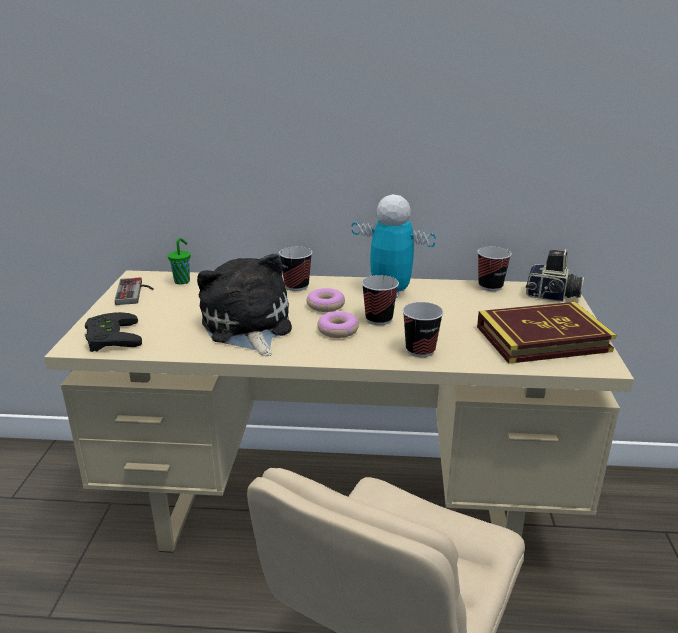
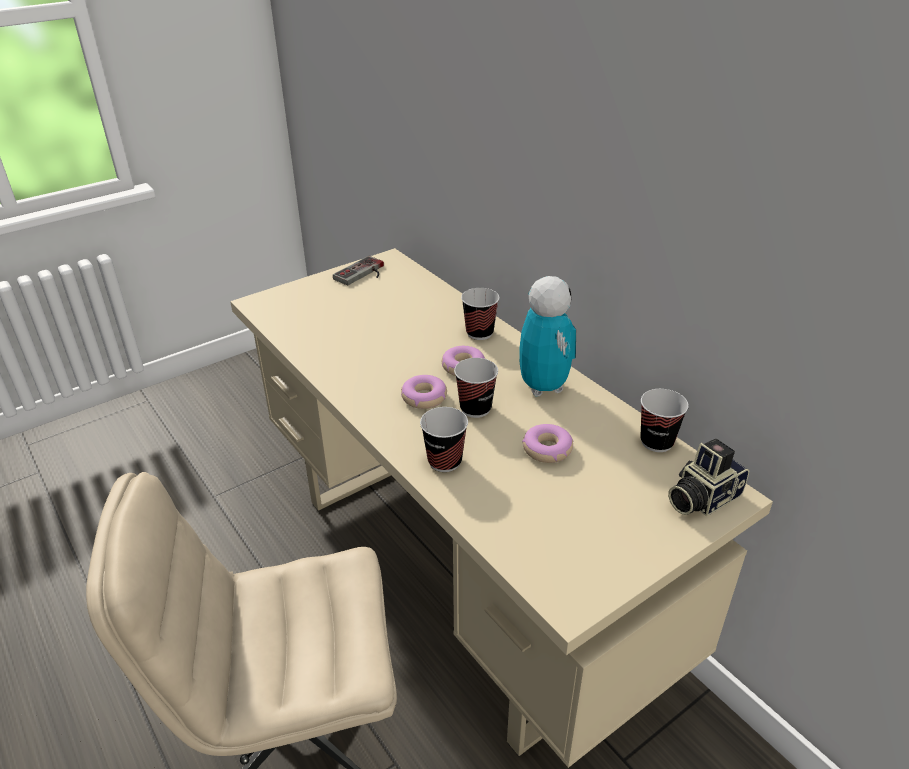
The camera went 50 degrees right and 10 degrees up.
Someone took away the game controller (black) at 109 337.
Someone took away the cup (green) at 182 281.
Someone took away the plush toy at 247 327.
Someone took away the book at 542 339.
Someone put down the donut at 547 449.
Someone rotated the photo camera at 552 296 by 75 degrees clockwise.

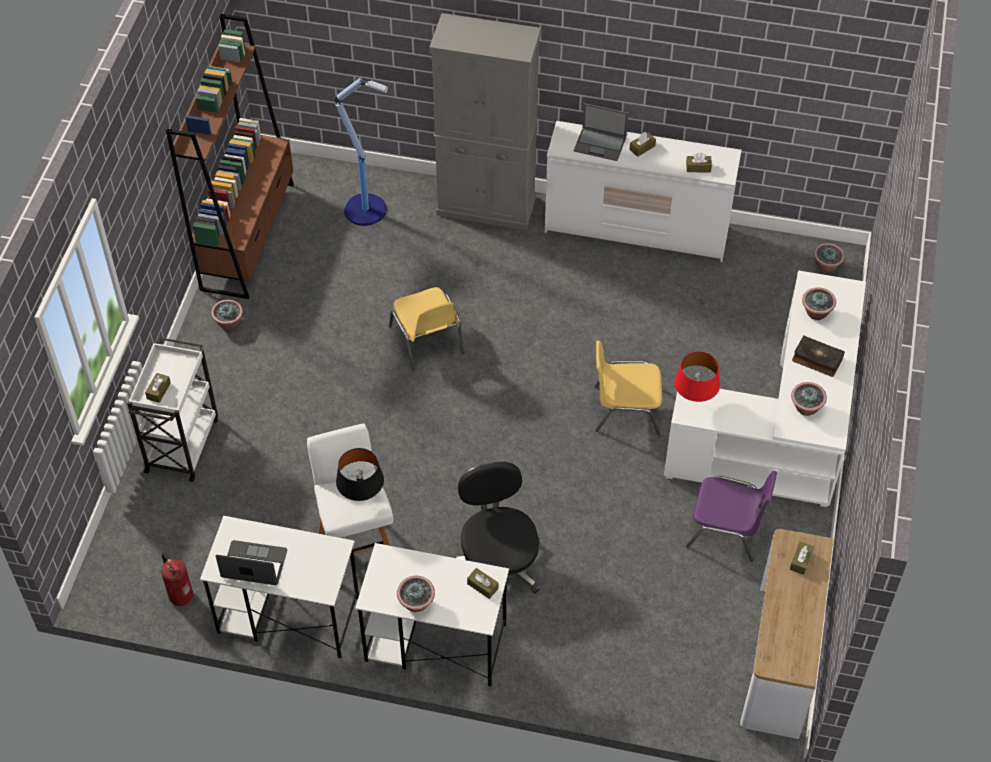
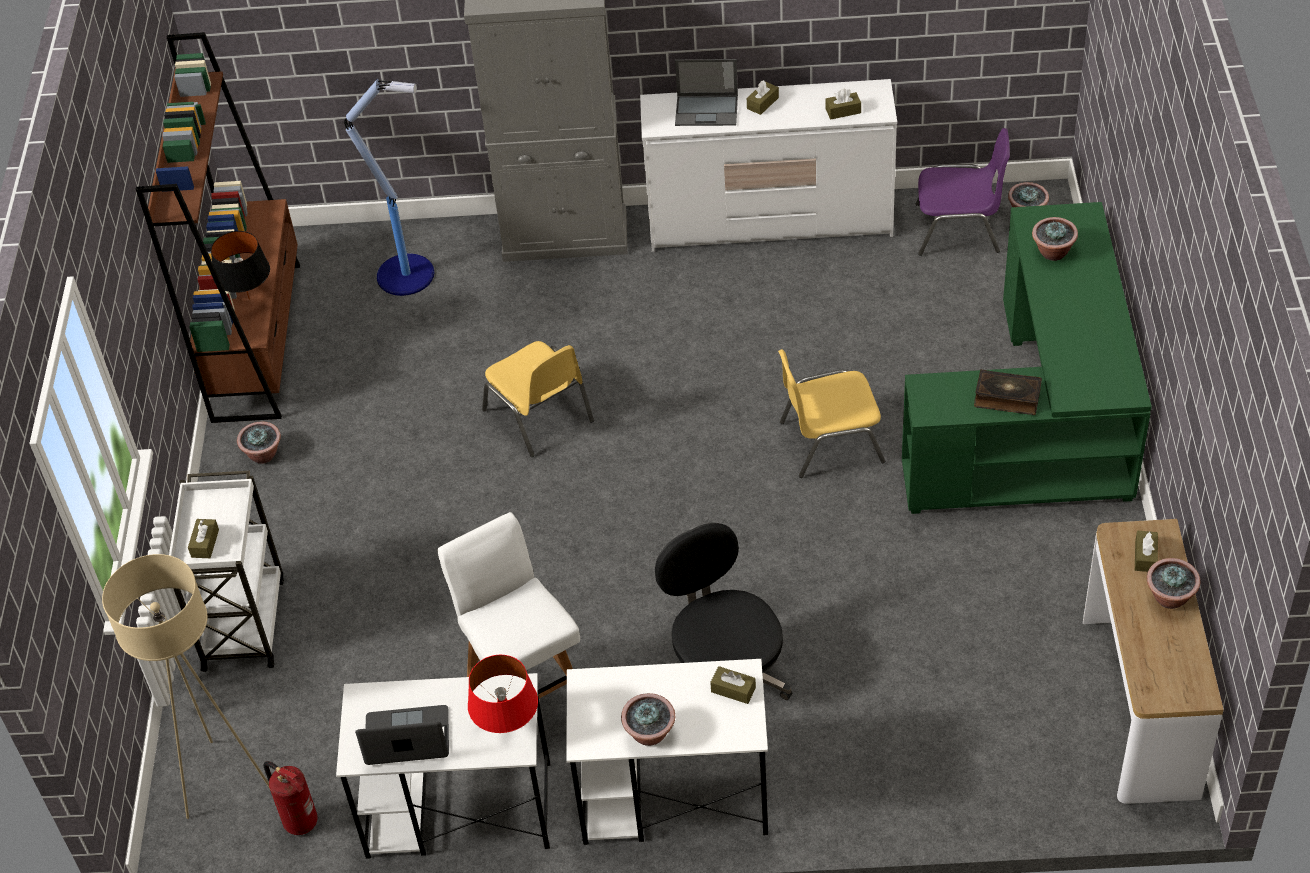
The camera went 10 degrees left and 5 degrees down.
Someone put down the floor lamp (beige) at 223 781.
Someone carried the table lamp (black) from 361 497 to 249 299.
Someone carried the table lamp (red) from 694 400 to 508 729.
Someone carried the chair (purple) from 727 530 to 959 229.
Someone carried the potted plant from 805 408 to 1169 598.
Someone carried the book from 817 360 to 1007 398.
Someone repainted the desk (white) at 781 431, which became the desk (green) at 1041 422.

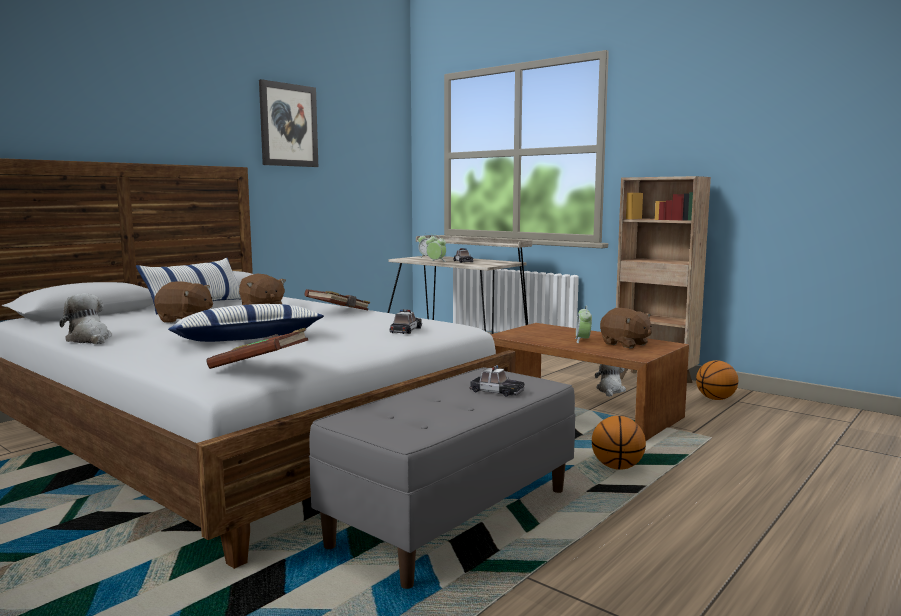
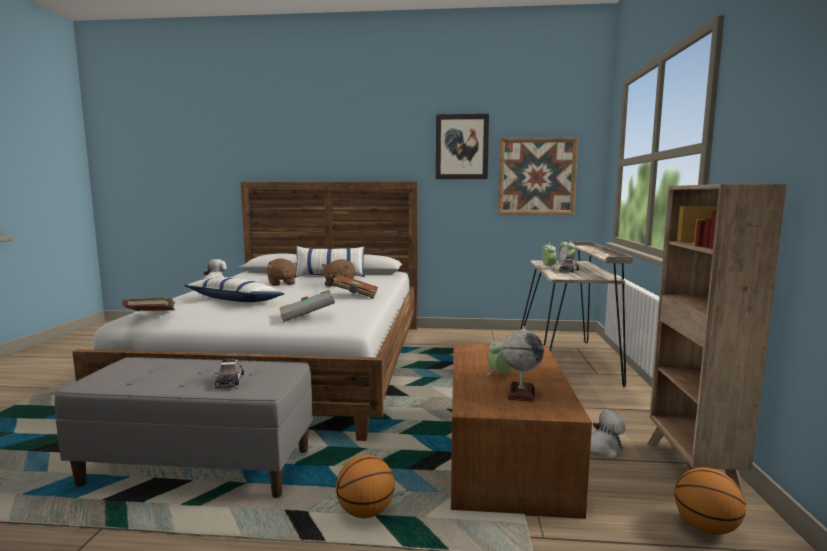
The camera went 55 degrees right and 0 degrees up.
Someone put up the picture at 537 176.
Someone swapped the toy car at 406 330 for the book (grey) at 307 317.
Someone swapped the plush toy (brown) at 625 344 for the globe at 521 393.

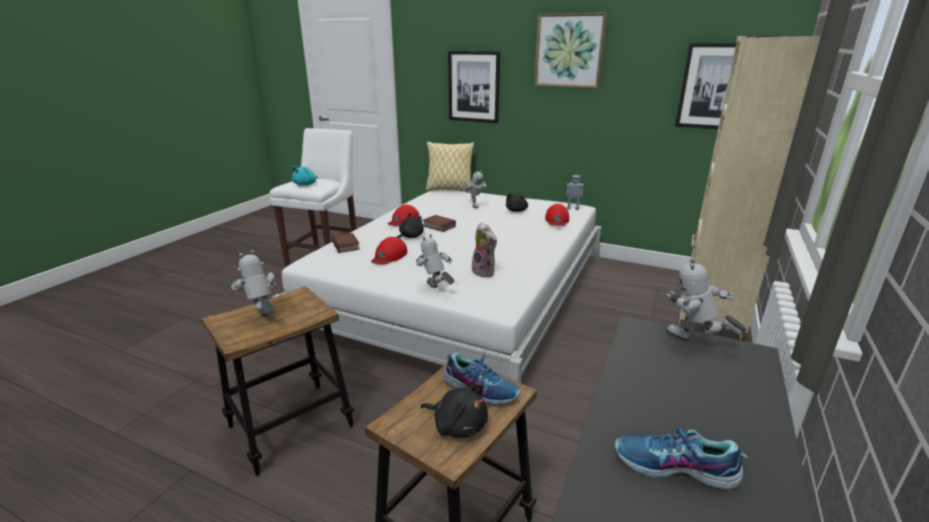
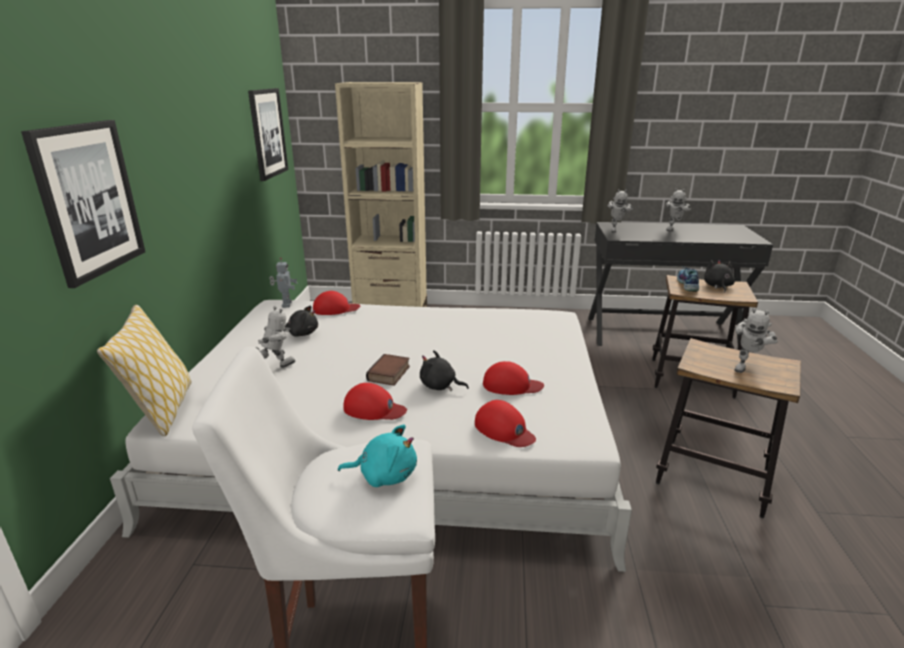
The camera went 110 degrees left and 0 degrees up.
Someone took away the plush toy at 485 272.
Someone took away the picture at 569 51.
Someone took away the shoe at 674 468.
Someone carried the toy robot from 435 290 to 673 230.
Someone swapped the book at 347 246 for the cap (red) at 504 429.

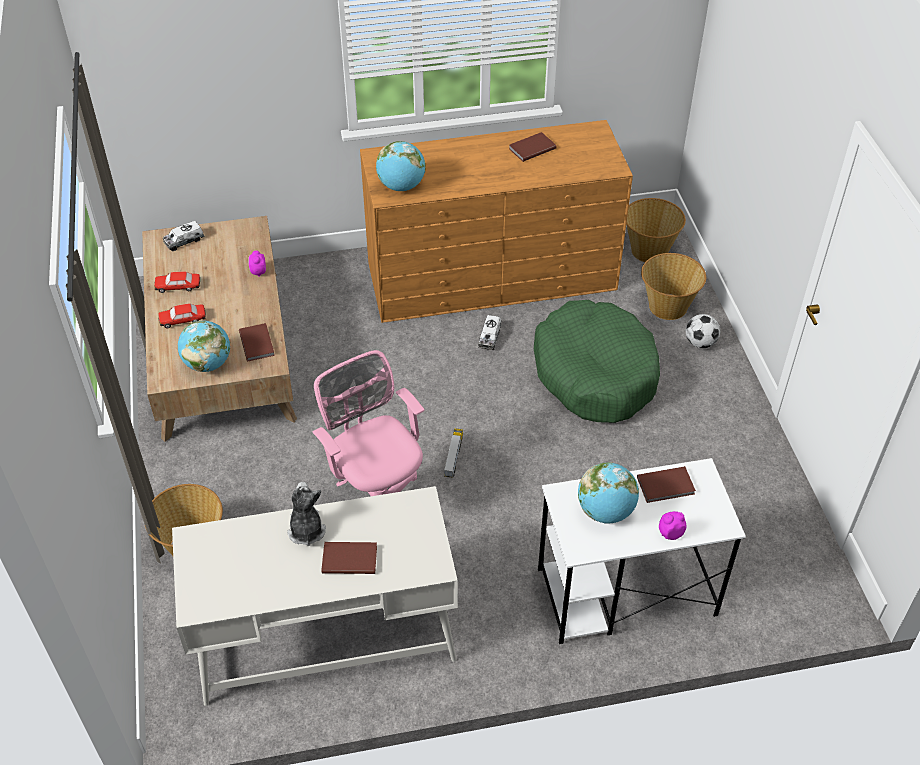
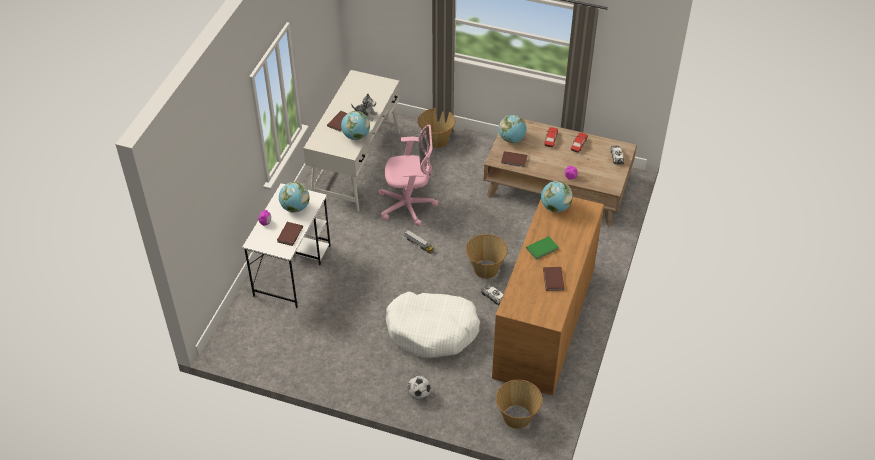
The camera went 120 degrees right and 0 degrees up.
Someone put down the globe at 356 136.
Someone put down the book (green) at 543 249.
Someone carried the basket from 667 307 to 485 268.
Someone repainted the dog bed (green) at 595 373, which became the dog bed (white) at 432 330.

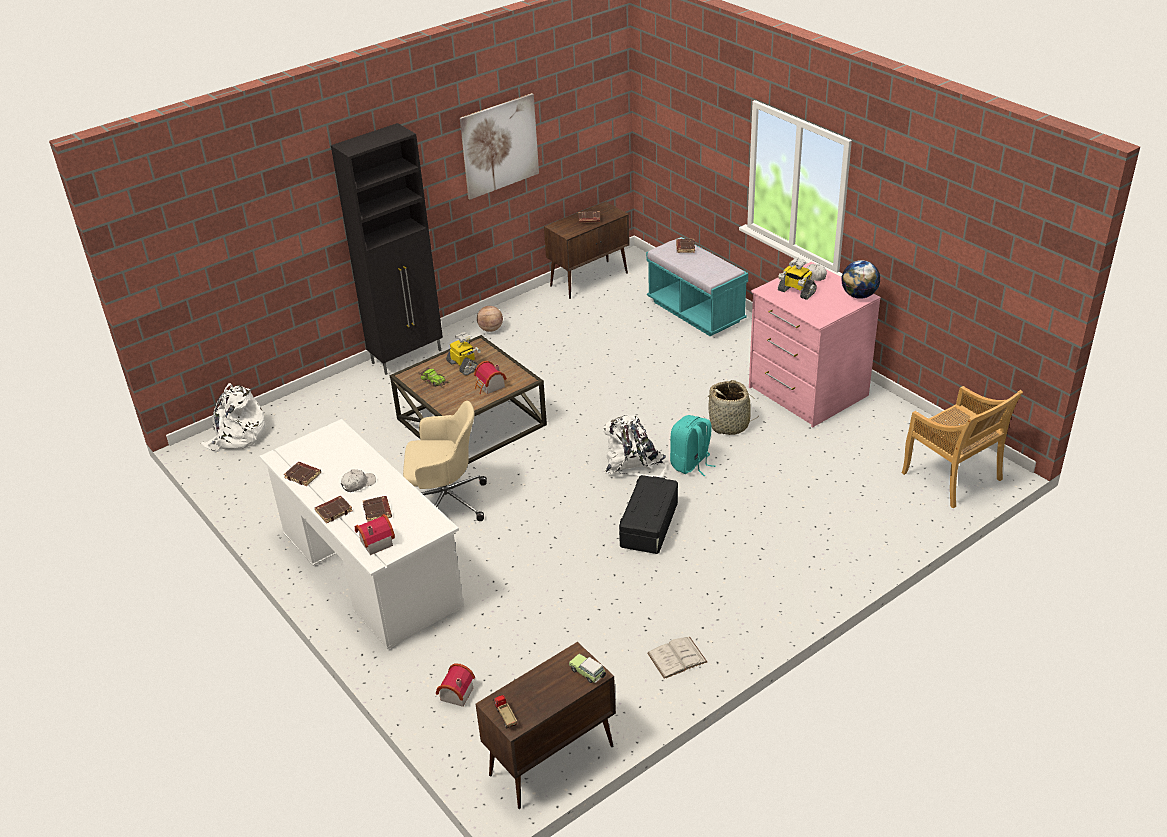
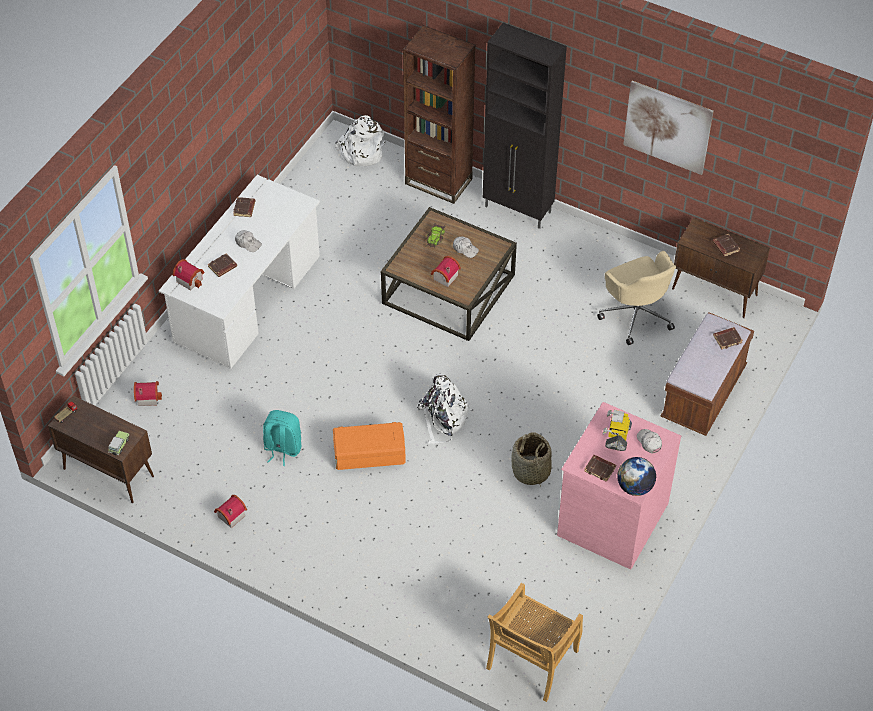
The camera went 65 degrees right and 15 degrees up.
Someone took away the basketball at 490 329.
Someone put down the bookcase (brown) at 438 181.
Someone carried the book (brown) from 334 511 to 600 469.
Someone carried the office chair (beige) from 445 502 to 636 314.
Someone carried the backpack (turquoise) from 691 464 to 282 448.
Someone swapped the toy robot at 464 366 for the cap (white) at 465 249.
Someone swapped the book (white) at 677 657 for the toy house at 229 516.
Someone repainted the storage box (black) at 650 526, which became the storage box (orange) at 369 454.
Someone repainted the bench (turquoise) at 695 312, which became the bench (brown) at 703 394.

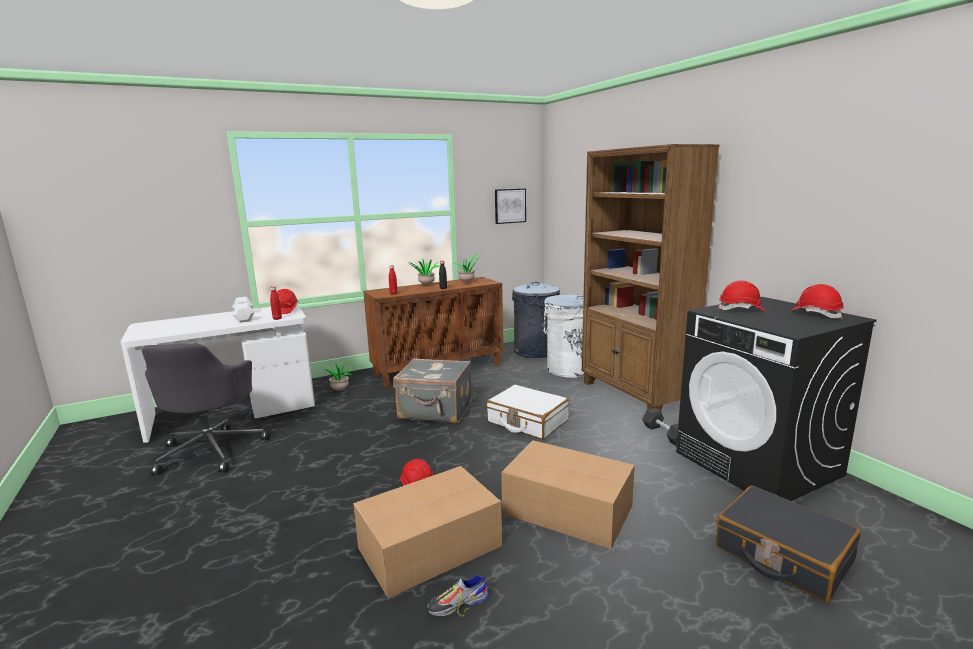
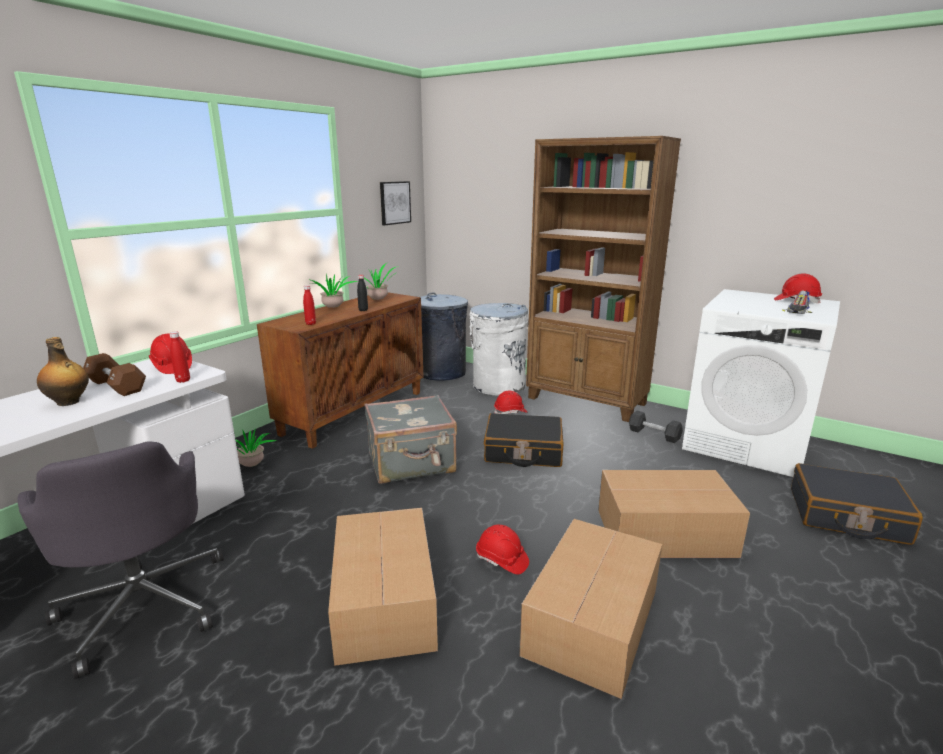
The camera went 30 degrees left and 5 degrees up.
Someone put down the bottle at 69 402.
Someone put down the cardboard box at 383 603.
Someone carried the shoe from 458 604 to 798 311.
Someone carried the hard hat (red) from 741 309 to 510 412.
Someone repainted the dumbbell (white) at 244 317, which became the dumbbell (brown) at 116 386.
Someone repainted the suitcase (white) at 527 421, which became the suitcase (black) at 523 451.
Someone repainted the washing machine (black) at 758 464, which became the washing machine (white) at 747 443.

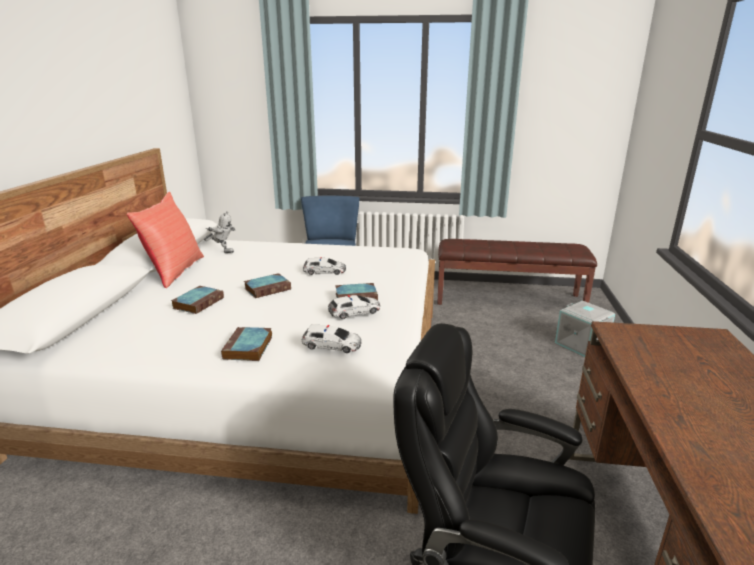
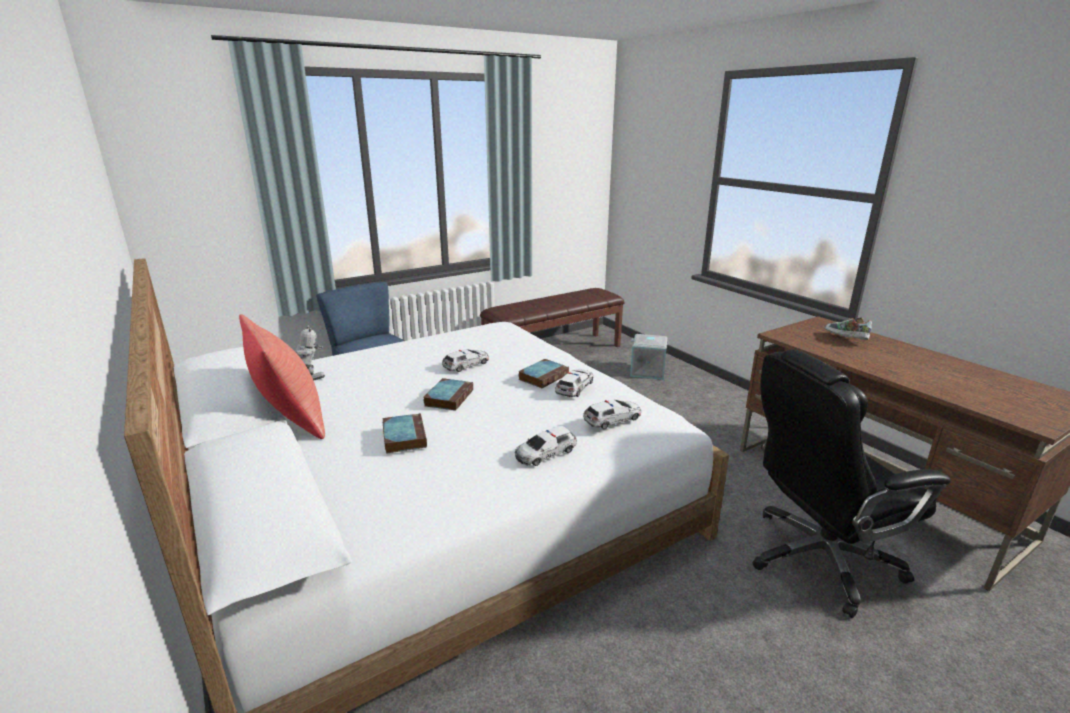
The camera went 40 degrees left and 0 degrees up.
Someone put down the shoe at 844 339.
Someone swapped the book at 248 348 for the toy car at 545 453.

